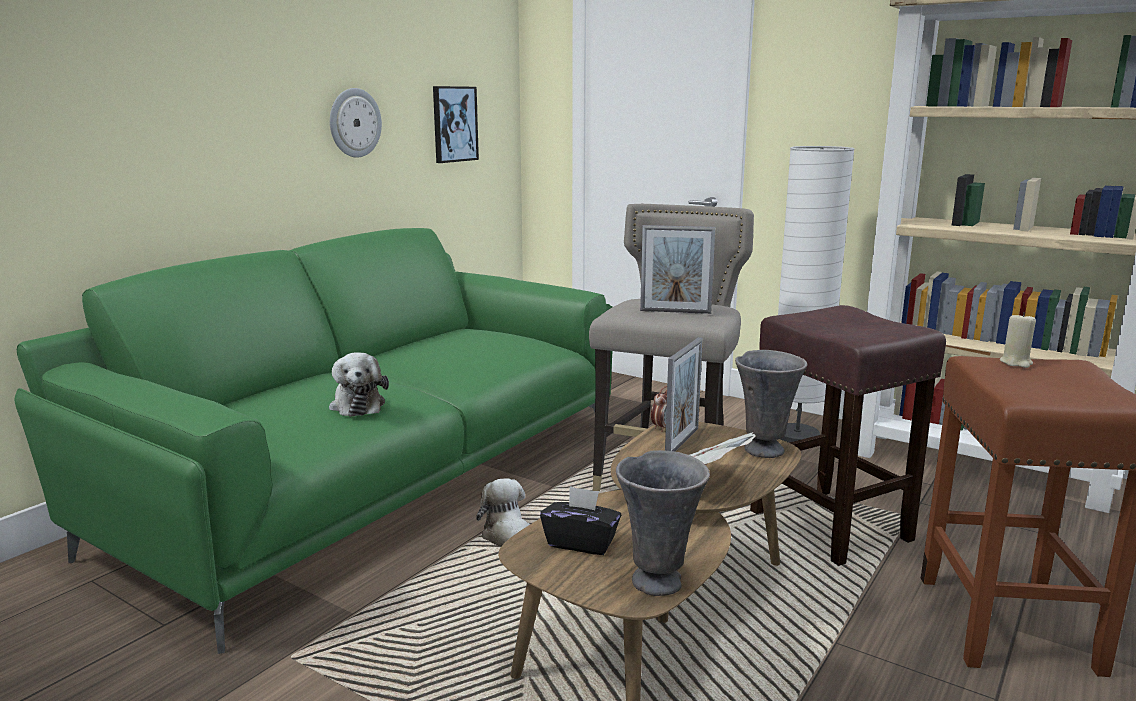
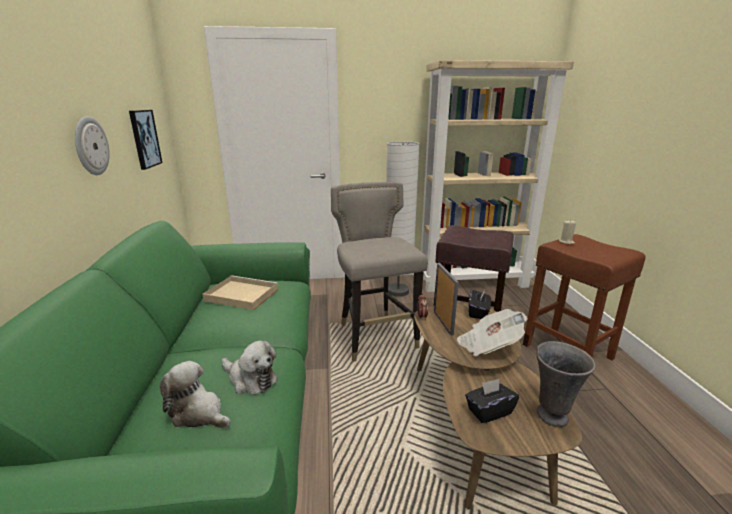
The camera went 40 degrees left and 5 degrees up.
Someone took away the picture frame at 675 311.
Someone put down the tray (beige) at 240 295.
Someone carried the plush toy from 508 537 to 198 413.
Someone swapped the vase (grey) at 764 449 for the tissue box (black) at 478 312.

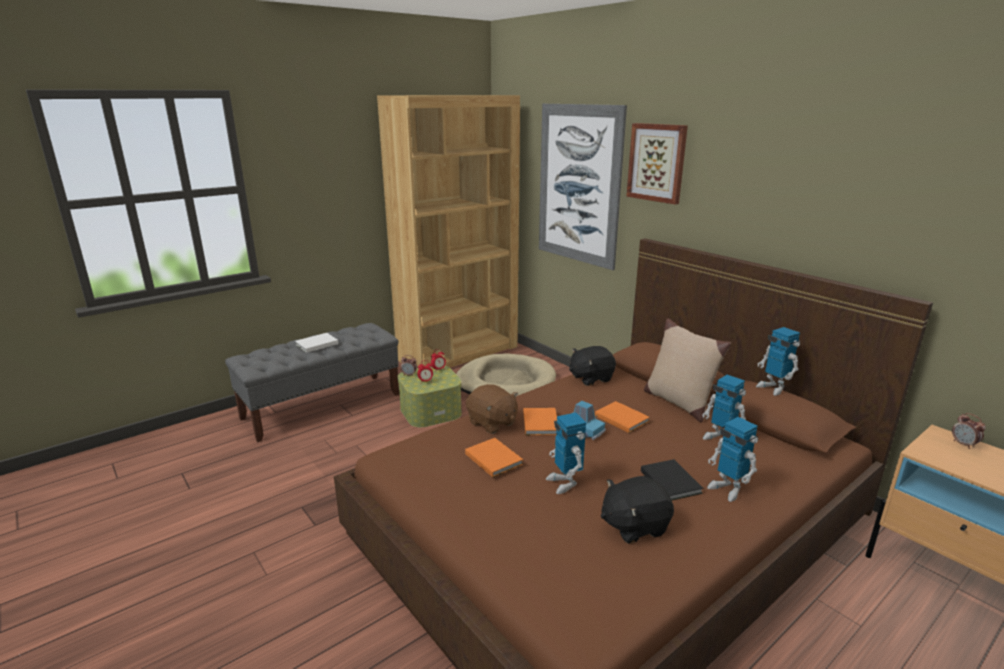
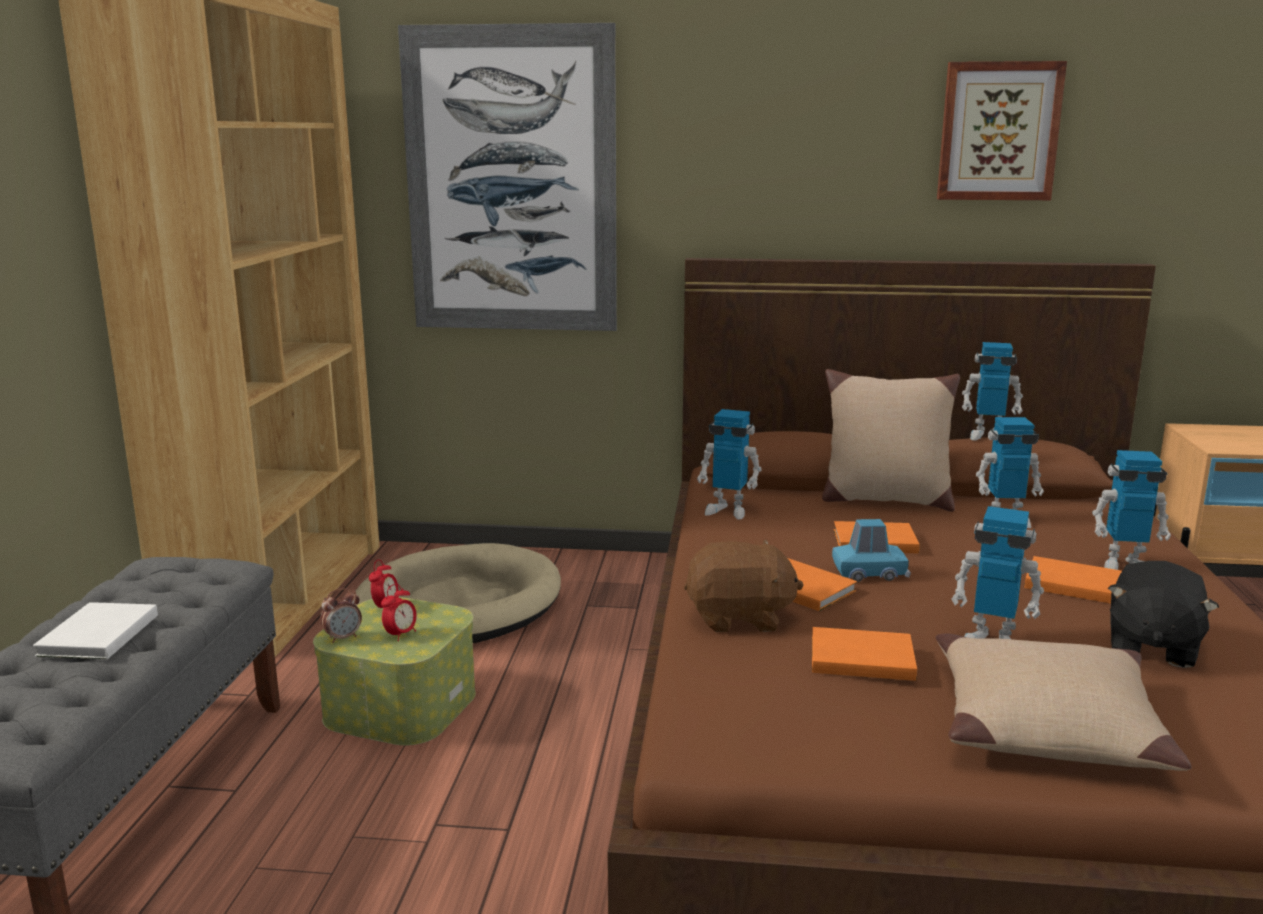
The camera went 45 degrees left and 5 degrees down.
Someone took away the alarm clock at 963 444.
Someone put down the pillow (beige) at 1044 723.
Someone carried the picture from 657 162 to 998 131.
Someone swapped the plush toy (black) at 590 378 for the toy robot at 728 510.
Someone repainted the book (black) at 670 481, which became the book (orange) at 1070 583.

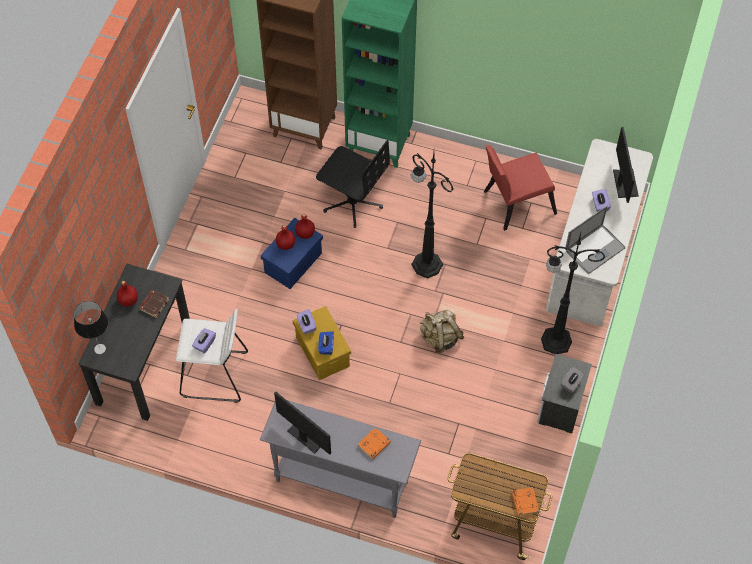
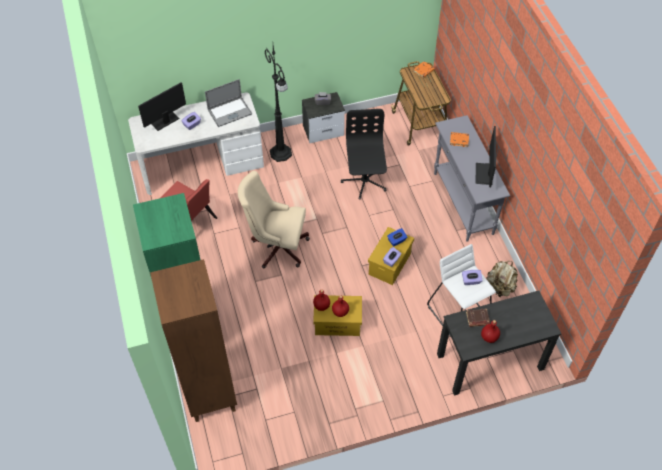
The camera went 125 degrees left and 5 degrees down.
Someone took away the table lamp at 100 348.
Someone carried the office chair (black) from 352 201 to 364 181.
Someone carried the backpack (beige) from 440 338 to 500 287.
Someone swapped the floor lamp (black) at 426 263 for the office chair (beige) at 276 246.
Someone repainted the storage box (blue) at 293 262, which became the storage box (yellow) at 337 323.
Someone rotated the laptop at 594 249 by 135 degrees clockwise.

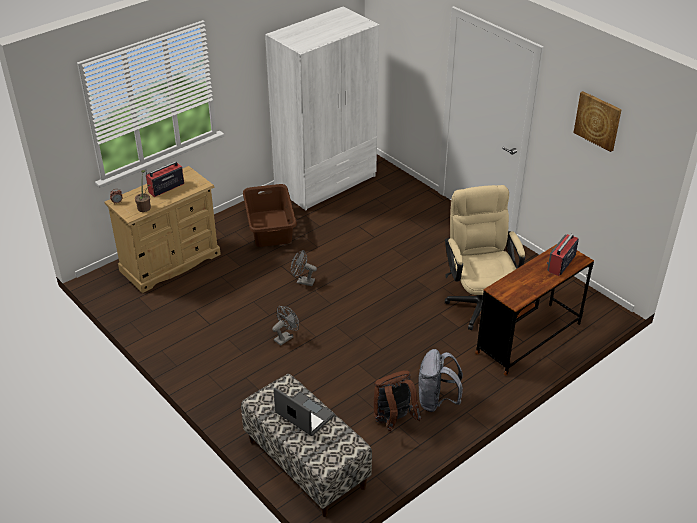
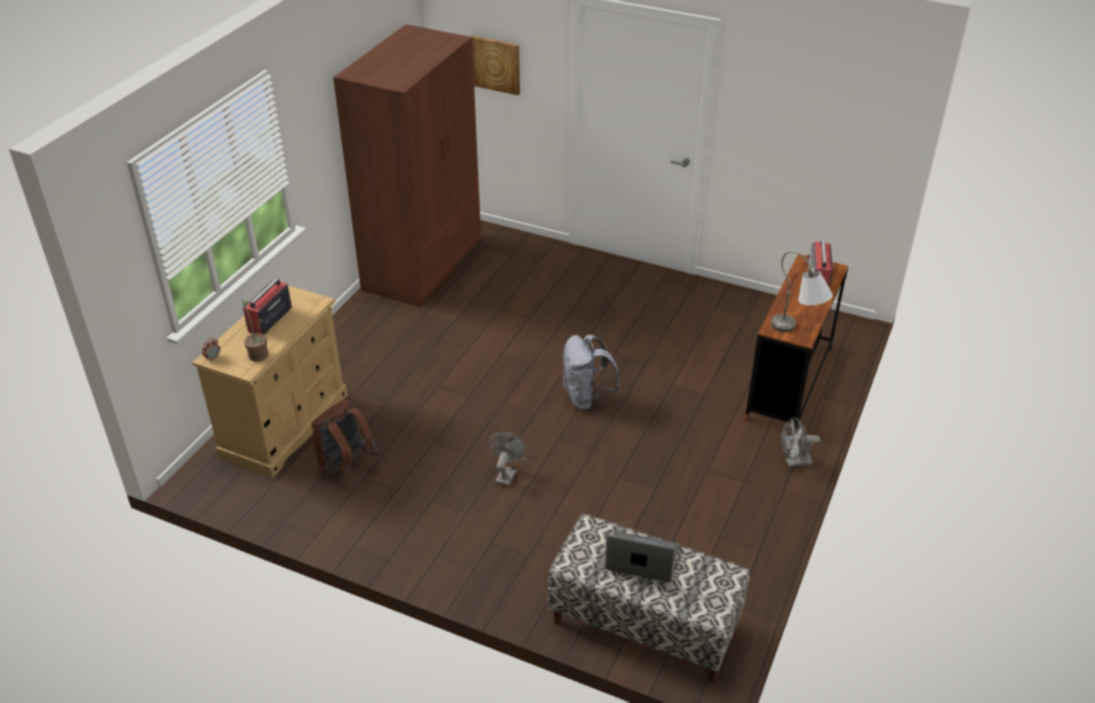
The camera went 25 degrees left and 0 degrees up.
Someone took away the laundry basket (brown) at 271 228.
Someone took away the office chair (beige) at 479 301.
Someone put down the table lamp (grey) at 797 331.
Someone carried the fan (grey) from 302 281 to 794 462.
Someone carried the backpack (brown) from 393 420 to 345 467.
Someone carried the backpack (grey) from 436 401 to 586 397.
Someone carried the picture from 598 120 to 495 64.
Someone repainted the wardrobe (white) at 326 182, which became the wardrobe (brown) at 423 266.

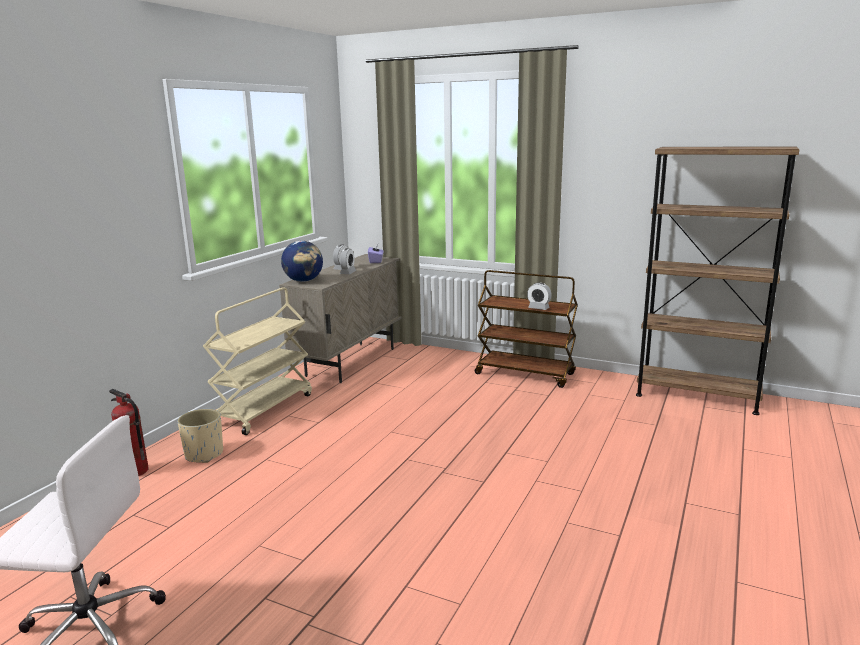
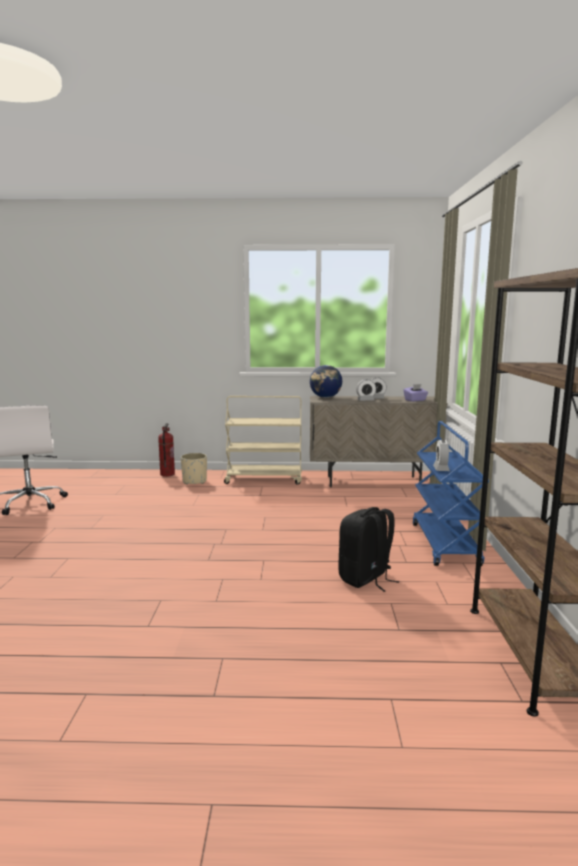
The camera went 65 degrees right and 5 degrees down.
Someone put down the backpack (black) at 366 579.
Someone repainted the cart (brown) at 525 374, which became the cart (blue) at 445 544.

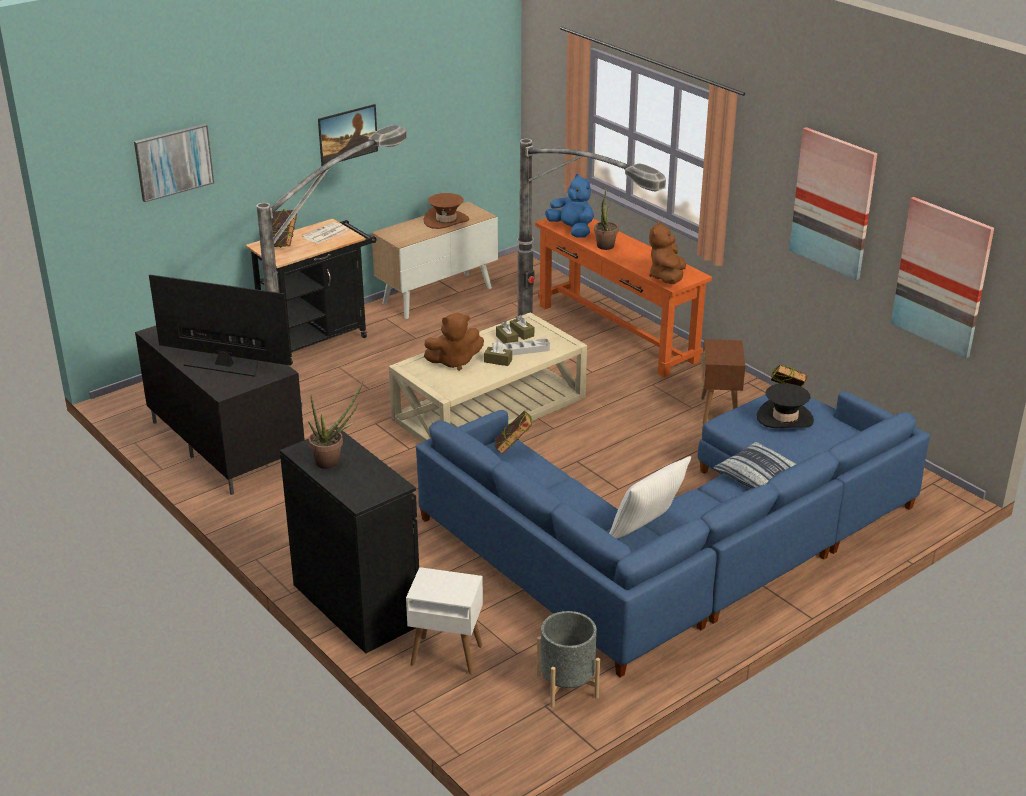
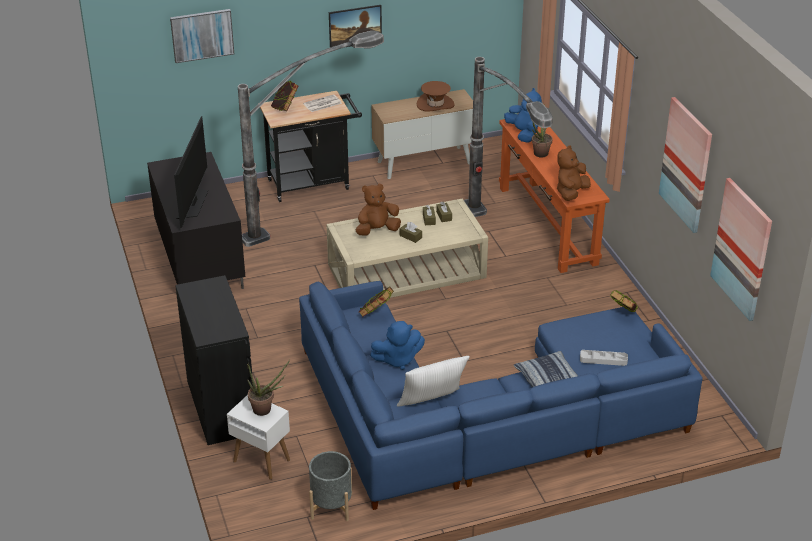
The camera went 20 degrees right and 5 degrees up.
Someone took away the side table (brown) at 719 412.
Someone took away the hat (black) at 785 418.
Someone put down the plush toy (blue) at 397 359.
Someone carried the potted plant from 333 461 to 266 410.
Someone carried the tray (grey) from 524 350 to 603 360.
Someone rotated the television at 224 364 by 60 degrees clockwise.
Someone rotated the plush toy (brown) at 454 362 by 150 degrees clockwise.

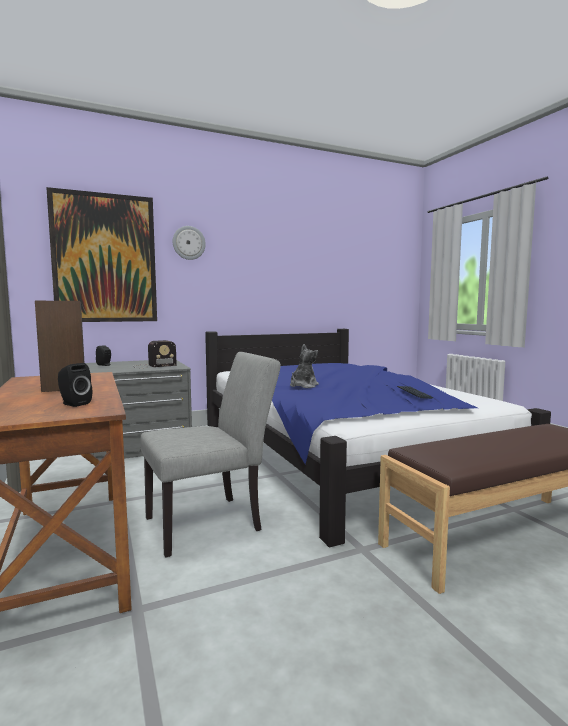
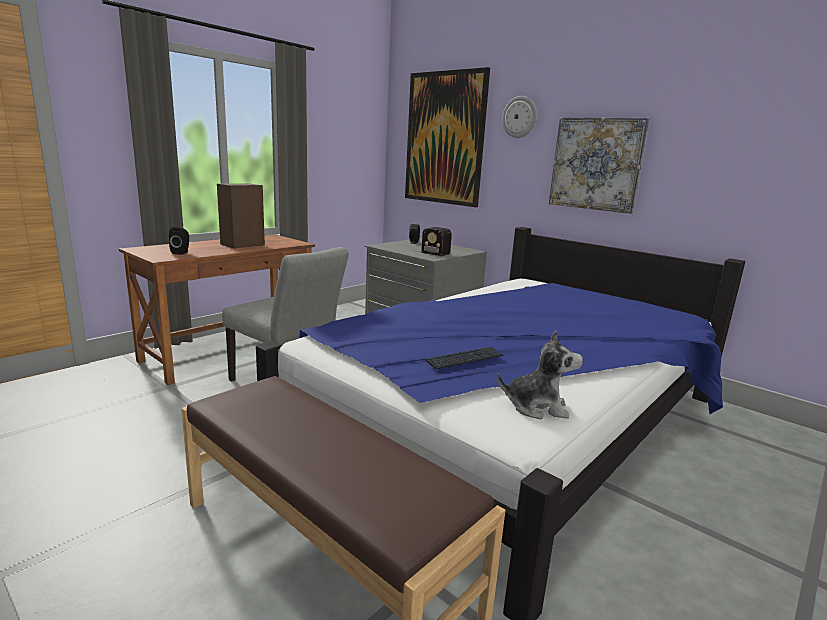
The camera went 65 degrees right and 10 degrees up.
Someone put up the picture at 596 164.
Someone carried the plush toy from 303 386 to 536 407.

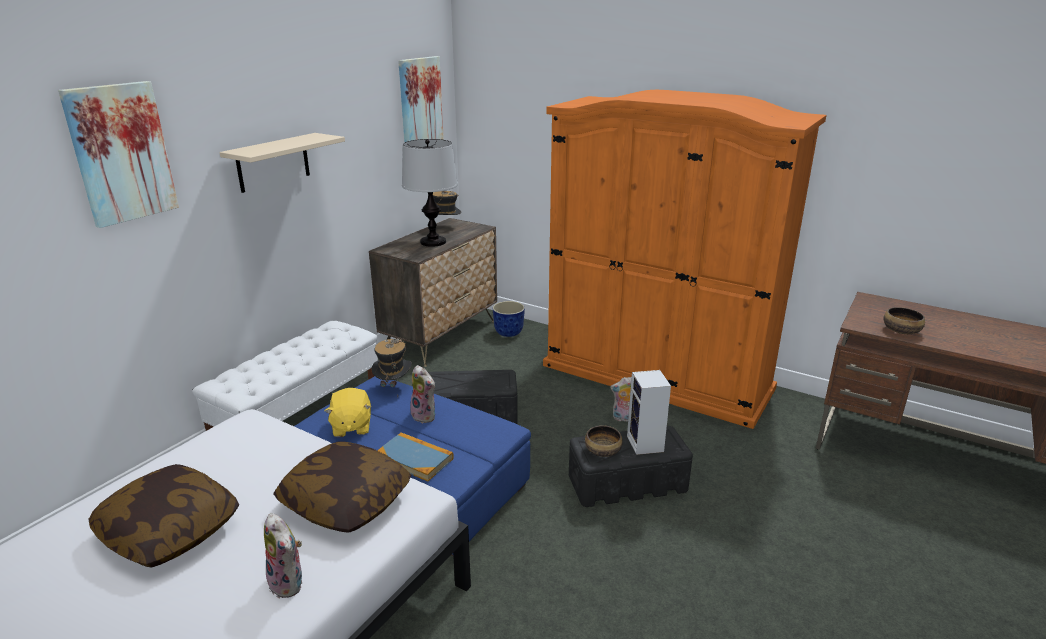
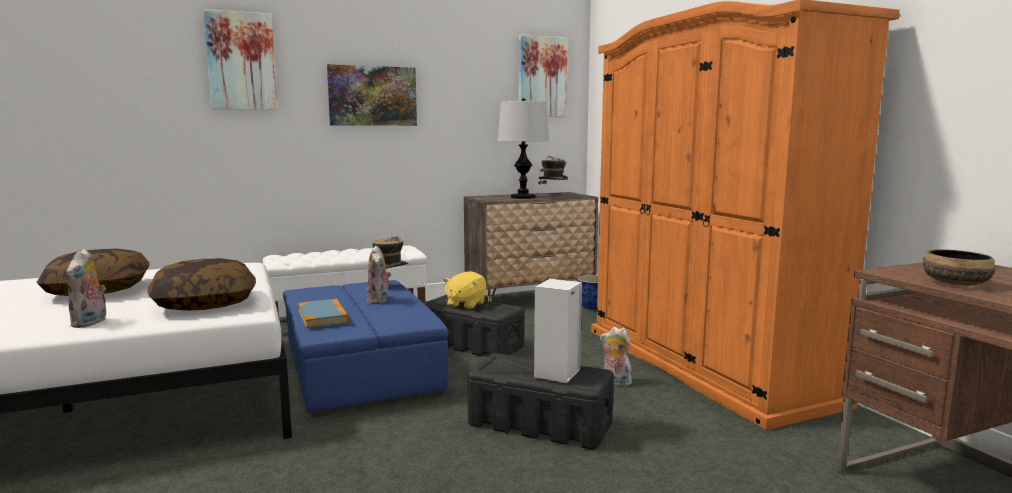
The camera went 35 degrees right and 15 degrees down.
Someone took away the bowl at 603 450.
Someone carried the plush toy (yellow) from 351 427 to 465 304.
Someone swapped the shelf (beige) at 273 162 for the picture at 372 96.

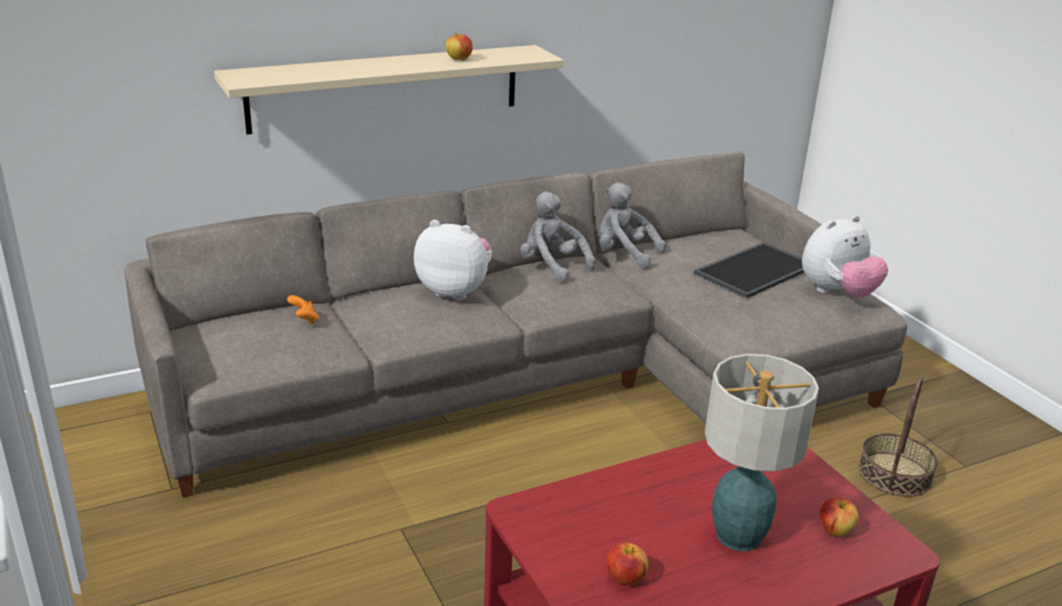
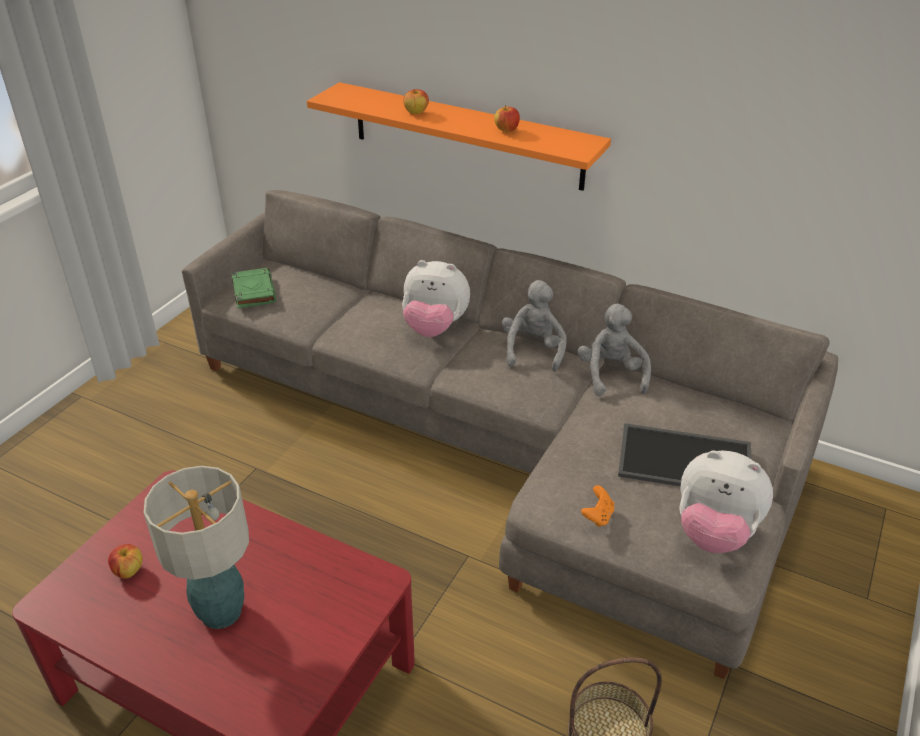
The camera went 55 degrees right and 10 degrees up.
Someone put down the book (green) at 253 291.
Someone carried the game controller (orange) from 304 320 to 597 516.
Someone carried the apple from 835 530 to 416 112.
Someone repainted the shelf (beige) at 386 88, which became the shelf (orange) at 466 136.
Someone rotated the plush toy at 455 291 by 120 degrees clockwise.

